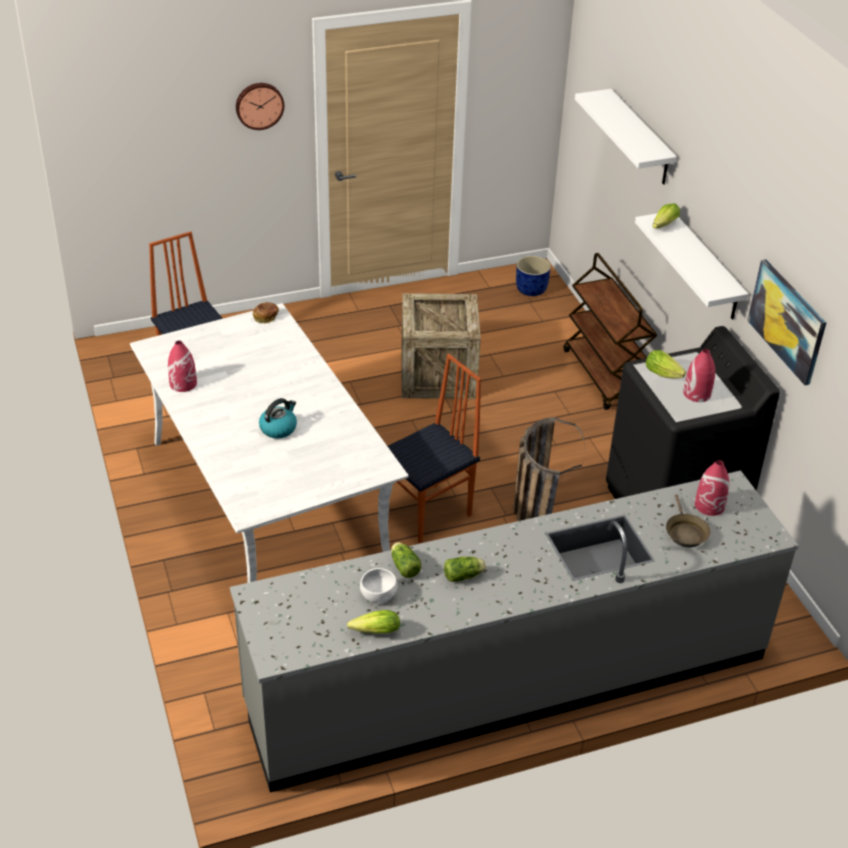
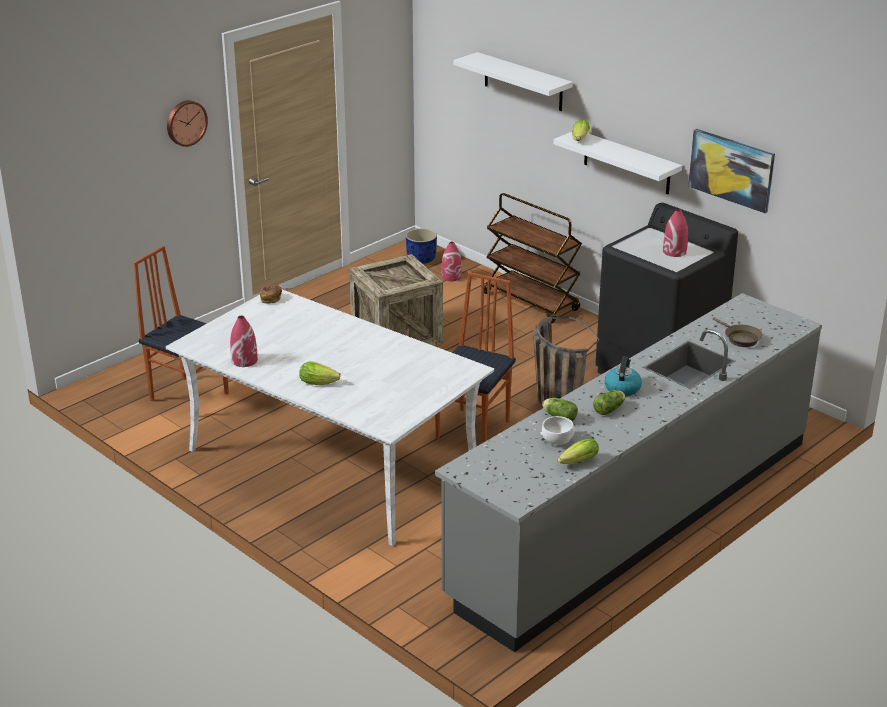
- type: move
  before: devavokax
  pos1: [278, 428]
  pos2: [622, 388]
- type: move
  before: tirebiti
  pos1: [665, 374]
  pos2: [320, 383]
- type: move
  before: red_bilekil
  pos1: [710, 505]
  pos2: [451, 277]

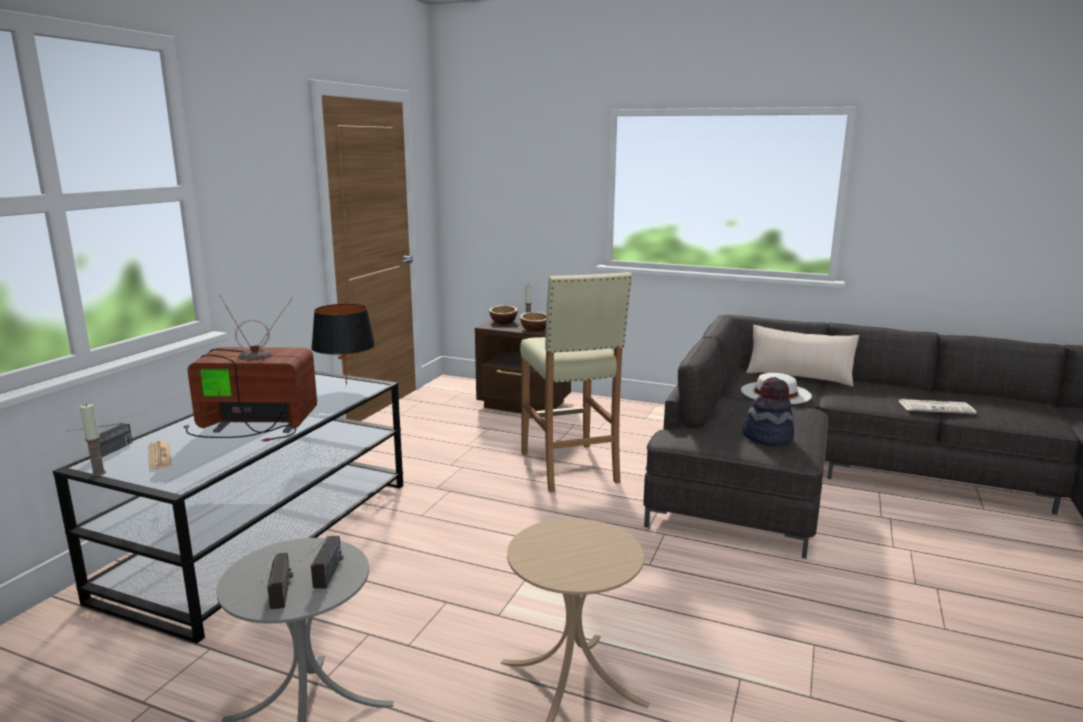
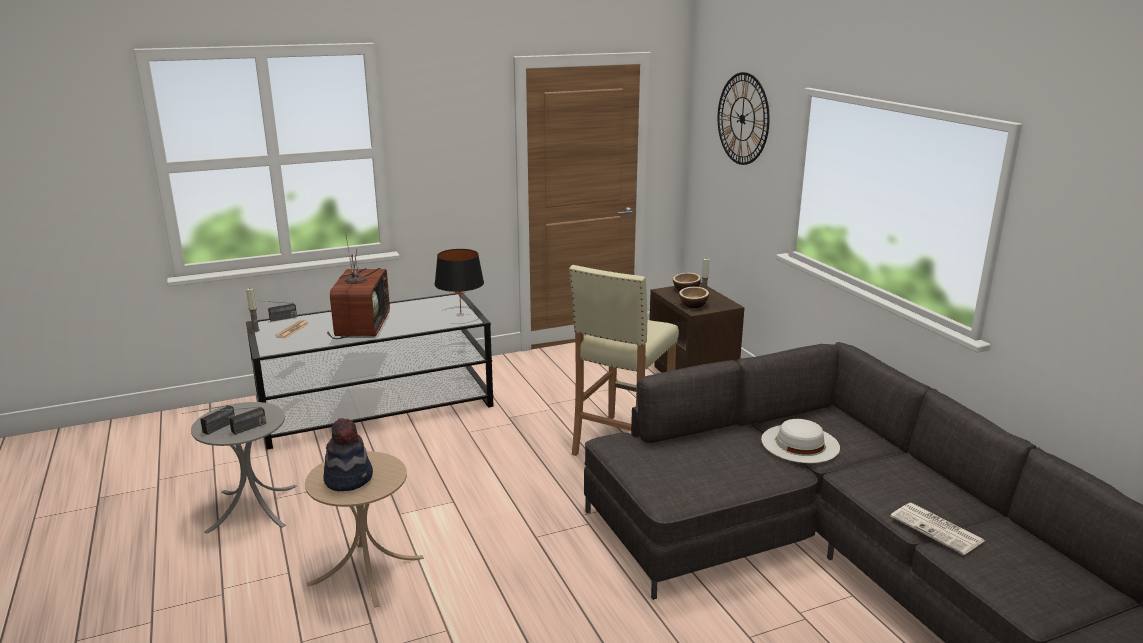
- type: delete
  before: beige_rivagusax
  pos1: [799, 376]
- type: insert
  after: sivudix
  pos2: [742, 119]
- type: move
  before: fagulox
  pos1: [767, 437]
  pos2: [349, 478]
- type: rotate
  before: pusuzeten
  pos1: [254, 425]
  pos2: [361, 326]
  turn: 45

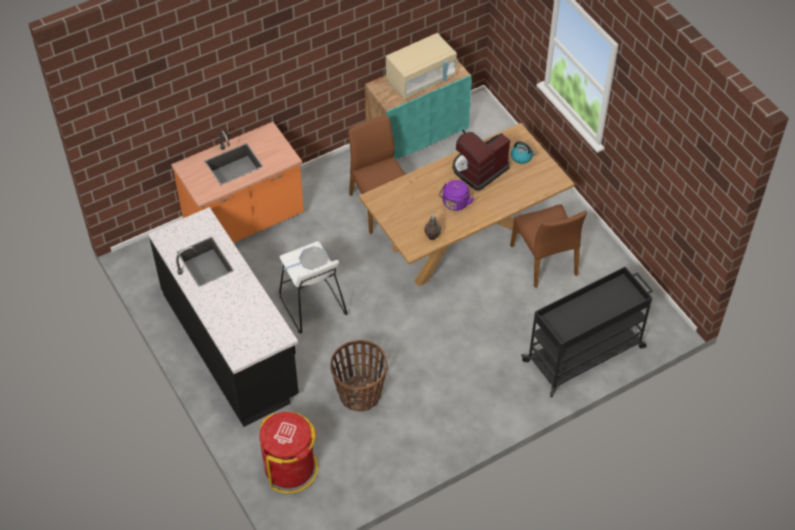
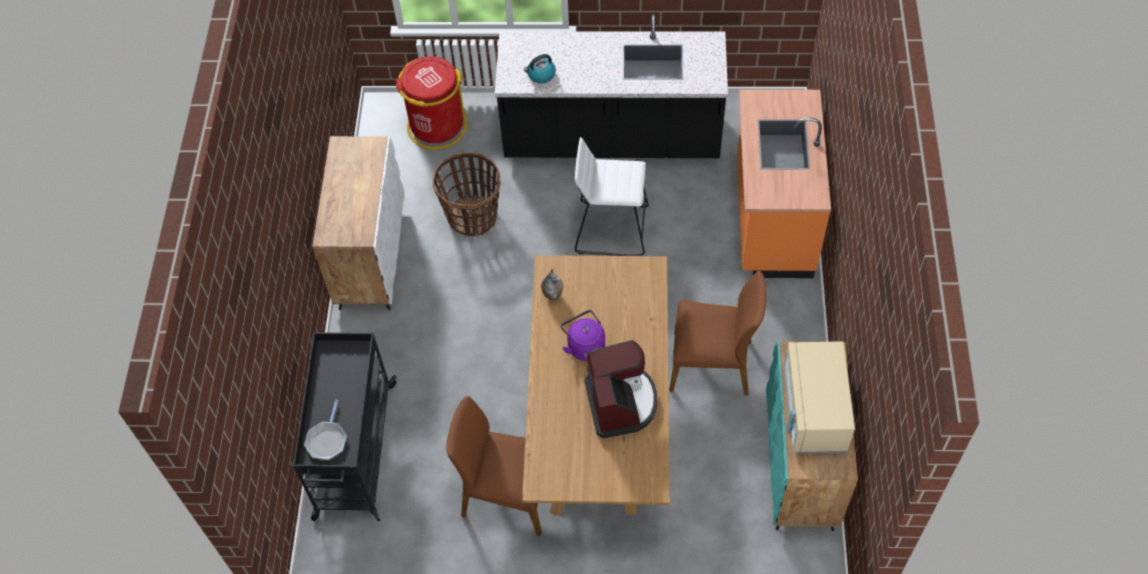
- type: insert
  after: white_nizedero
  pos2: [371, 256]
- type: move
  before: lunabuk
  pos1: [311, 261]
  pos2: [327, 440]
- type: move
  before: devavokax
  pos1: [522, 157]
  pos2: [541, 75]

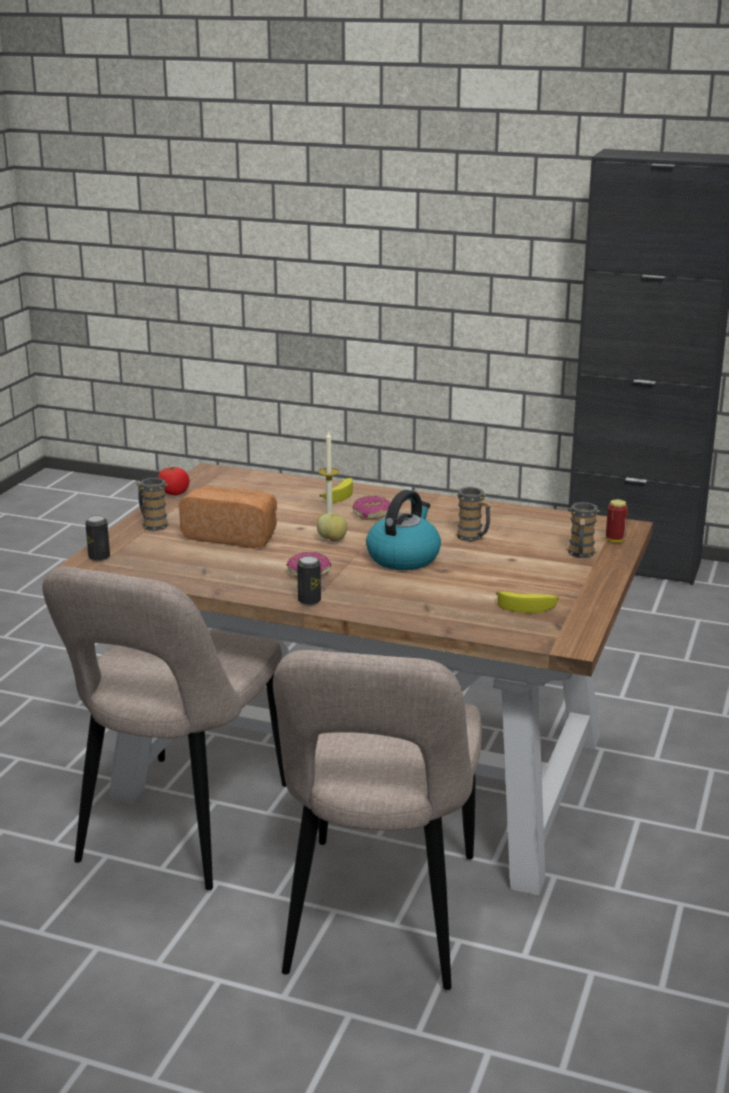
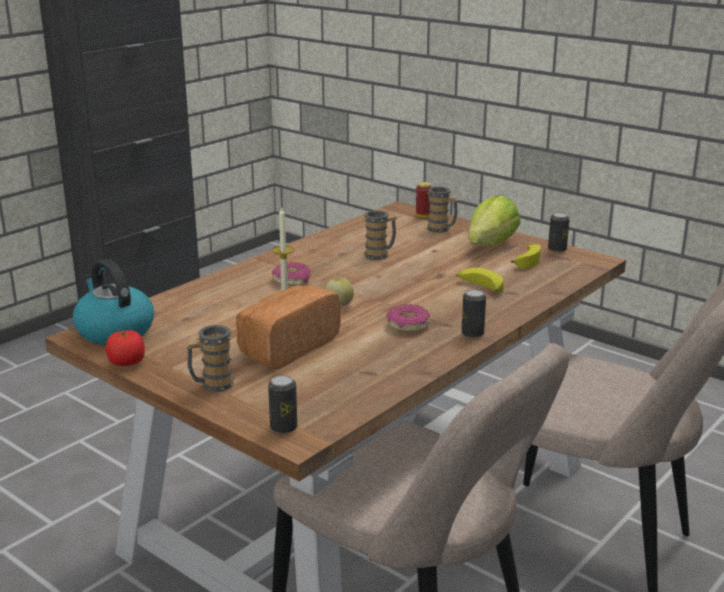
- type: insert
  after: tirebiti
  pos2: [490, 245]
- type: insert
  after: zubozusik
  pos2: [557, 249]
- type: move
  before: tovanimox
  pos1: [338, 494]
  pos2: [479, 287]
- type: move
  before: devavokax
  pos1: [403, 557]
  pos2: [114, 330]

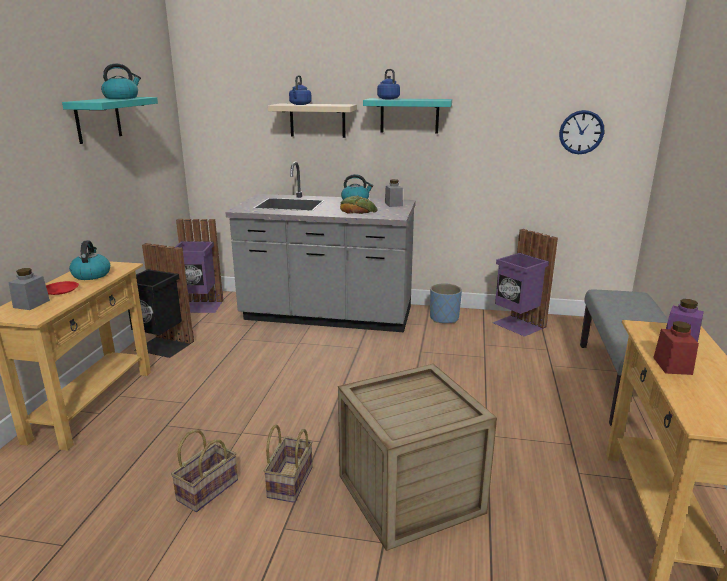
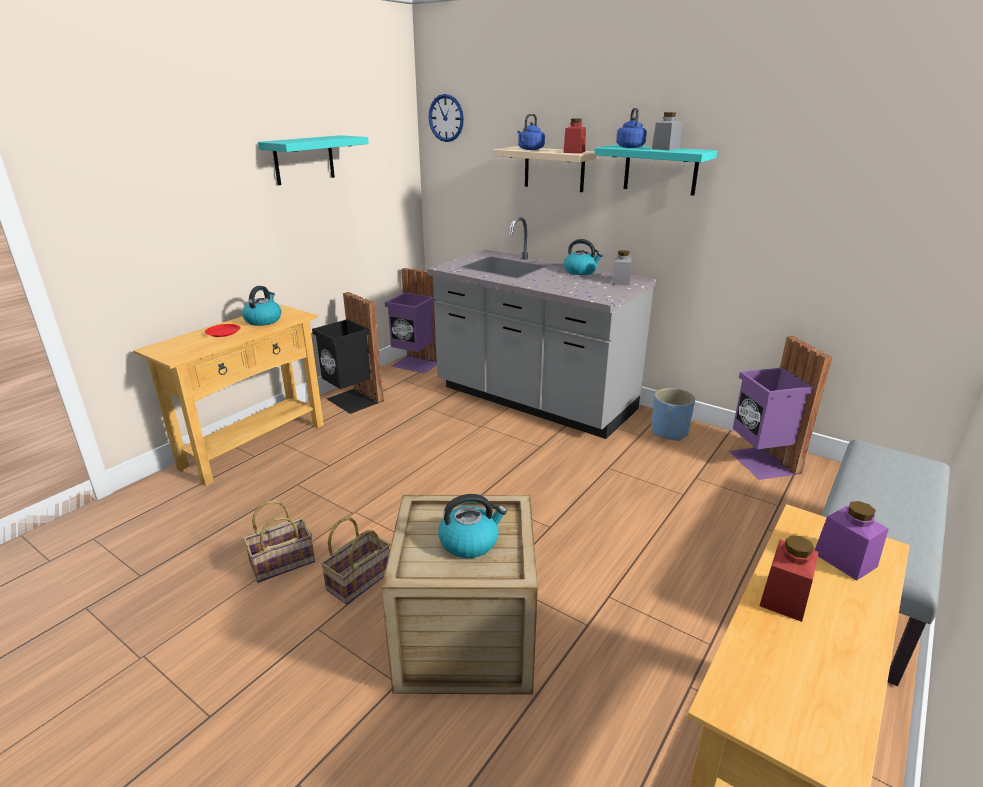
- type: delete
  before: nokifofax
  pos1: [358, 210]
- type: insert
  after: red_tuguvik
  pos2: [574, 152]
- type: move
  before: grey_tuguvik
  pos1: [31, 304]
  pos2: [665, 148]
- type: move
  before: devavokax
  pos1: [122, 98]
  pos2: [470, 542]
- type: move
  before: sivudix
  pos1: [581, 132]
  pos2: [446, 118]

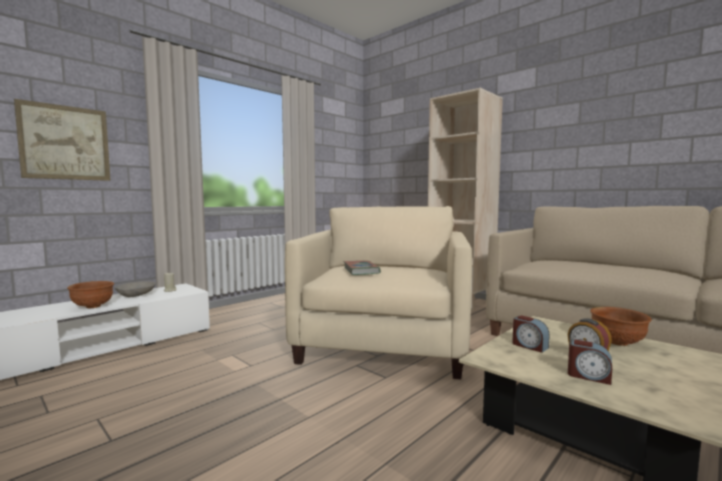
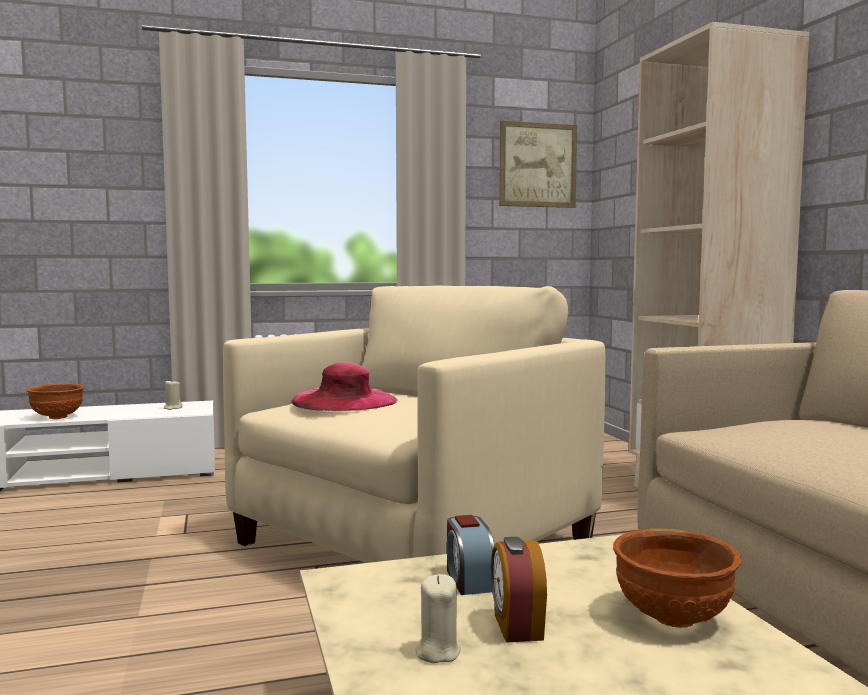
- type: delete
  before: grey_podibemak
  pos1: [136, 295]
- type: move
  before: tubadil
  pos1: [65, 143]
  pos2: [537, 165]
- type: replace
  before: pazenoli
  after: pink_fagulox
  pos1: [361, 270]
  pos2: [344, 400]
- type: replace
  before: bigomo
  after: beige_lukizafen
  pos1: [588, 376]
  pos2: [437, 652]

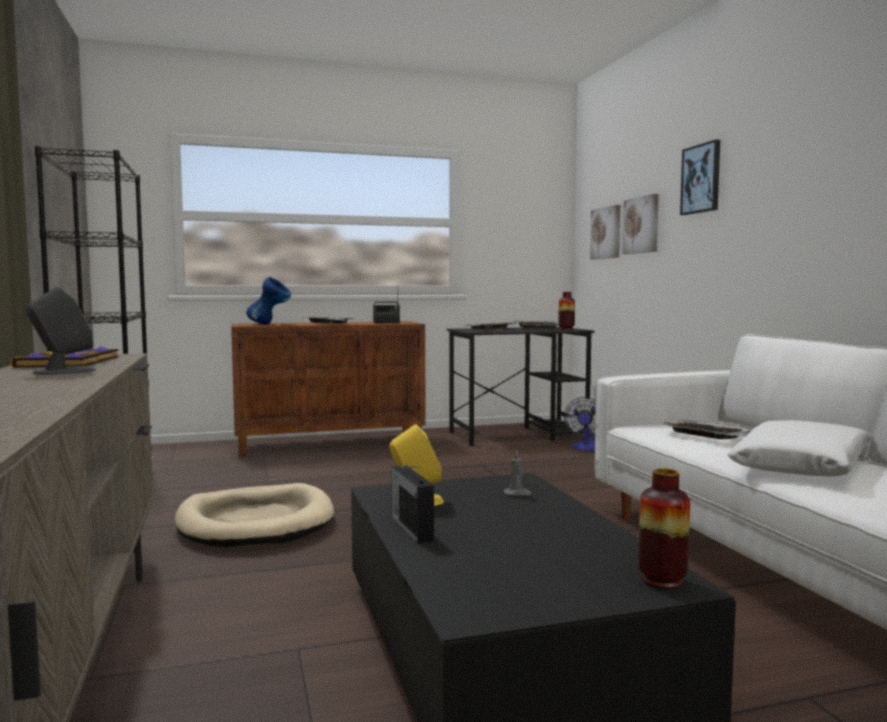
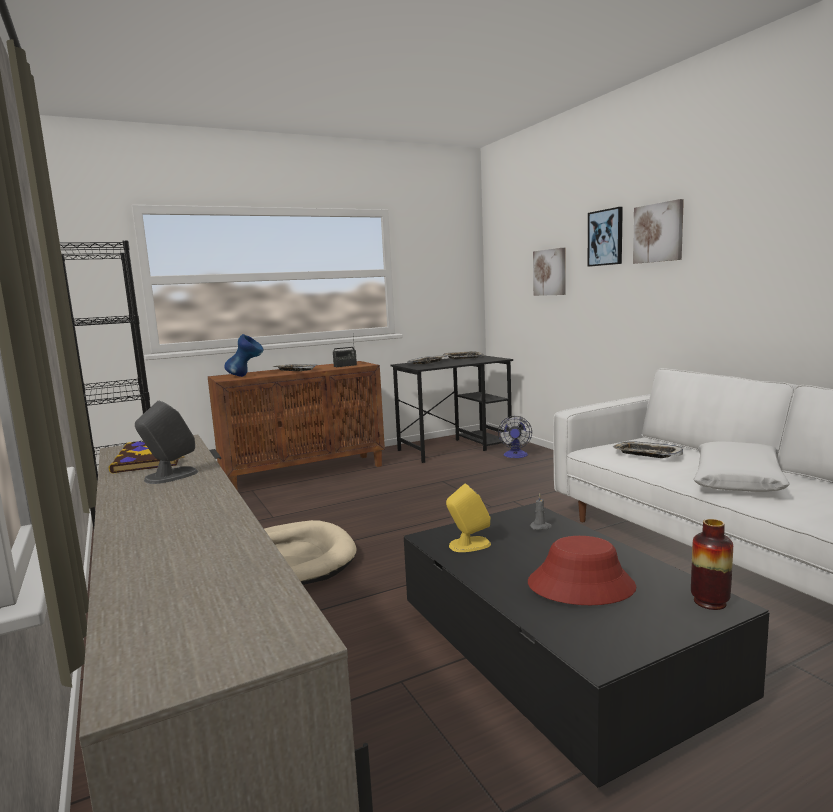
- type: delete
  before: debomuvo
  pos1: [411, 528]
- type: delete
  before: bilekil
  pos1: [566, 329]
- type: insert
  after: red_fagulox
  pos2: [581, 585]
- type: move
  before: tubadil
  pos1: [606, 233]
  pos2: [658, 232]

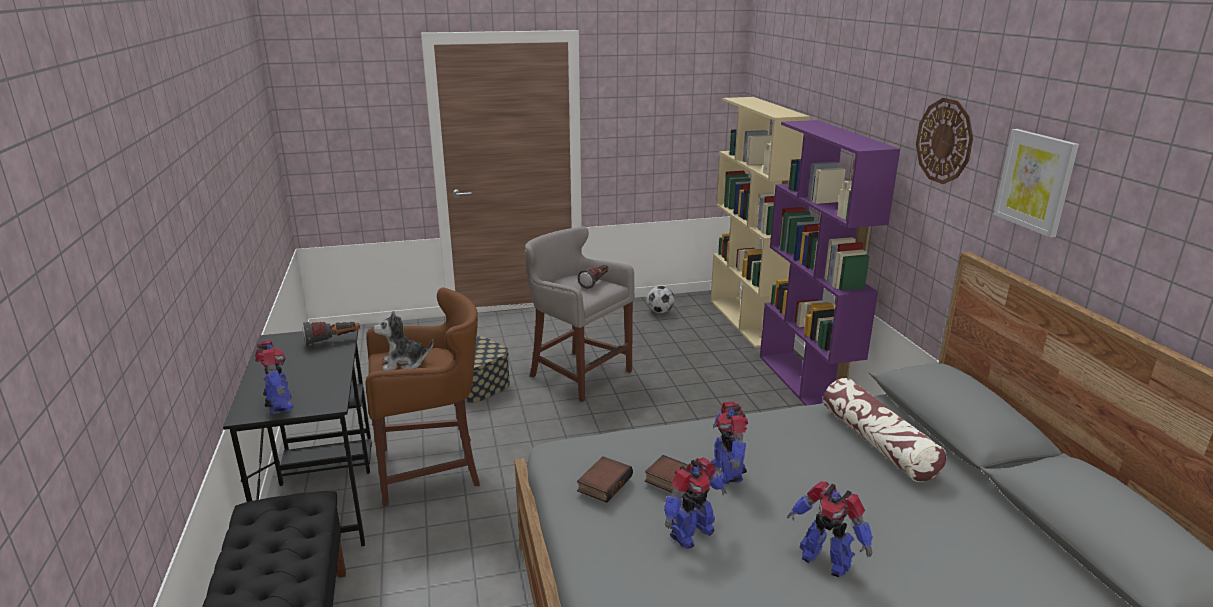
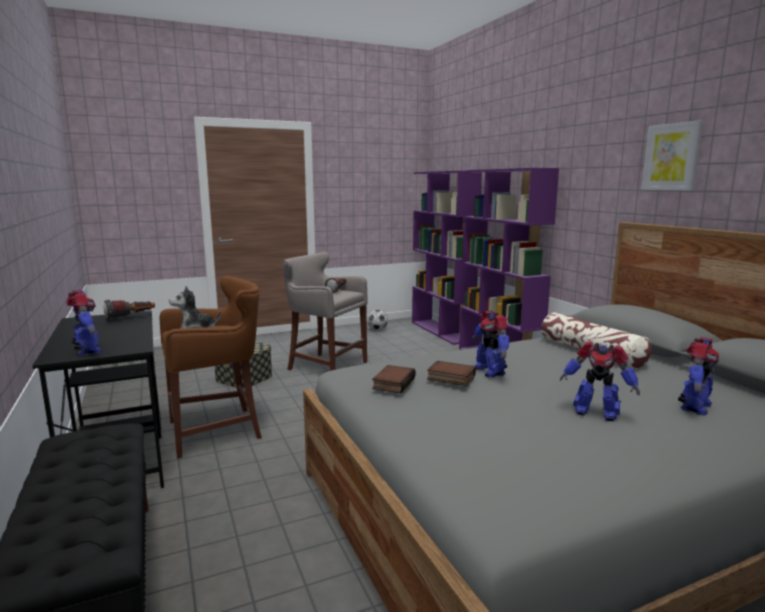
- type: delete
  before: sivudix
  pos1: [944, 141]
- type: move
  before: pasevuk
  pos1: [690, 534]
  pos2: [694, 407]
- type: recolor
  before: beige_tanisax
  after: purple_tanisax
  pos1: [746, 321]
  pos2: [442, 331]

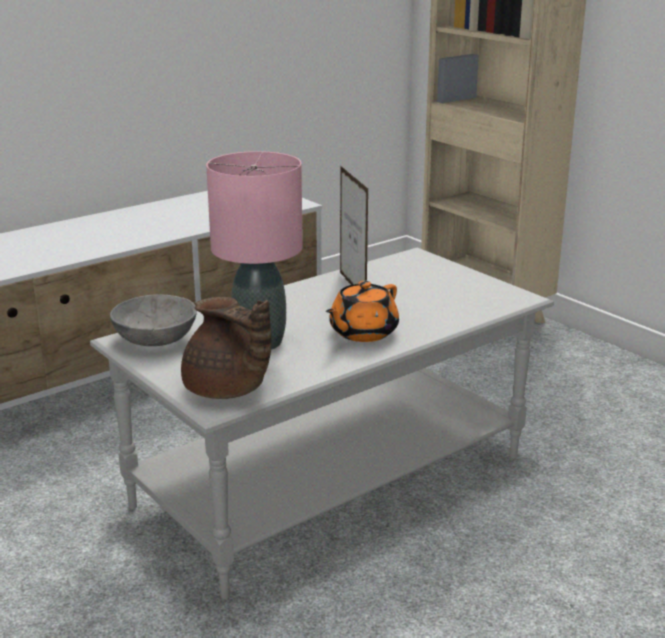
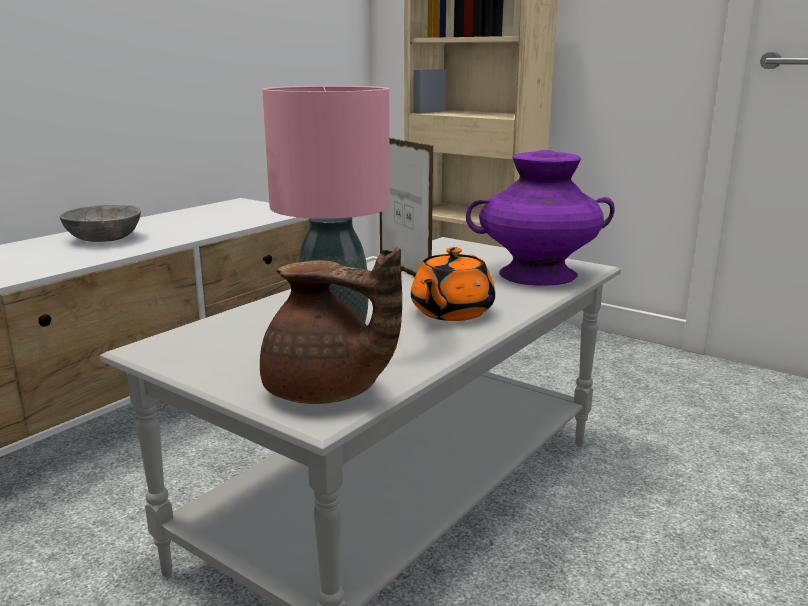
- type: insert
  after: purple_bilekil
  pos2: [537, 274]
- type: move
  before: grey_podibemak
  pos1: [155, 338]
  pos2: [103, 239]

